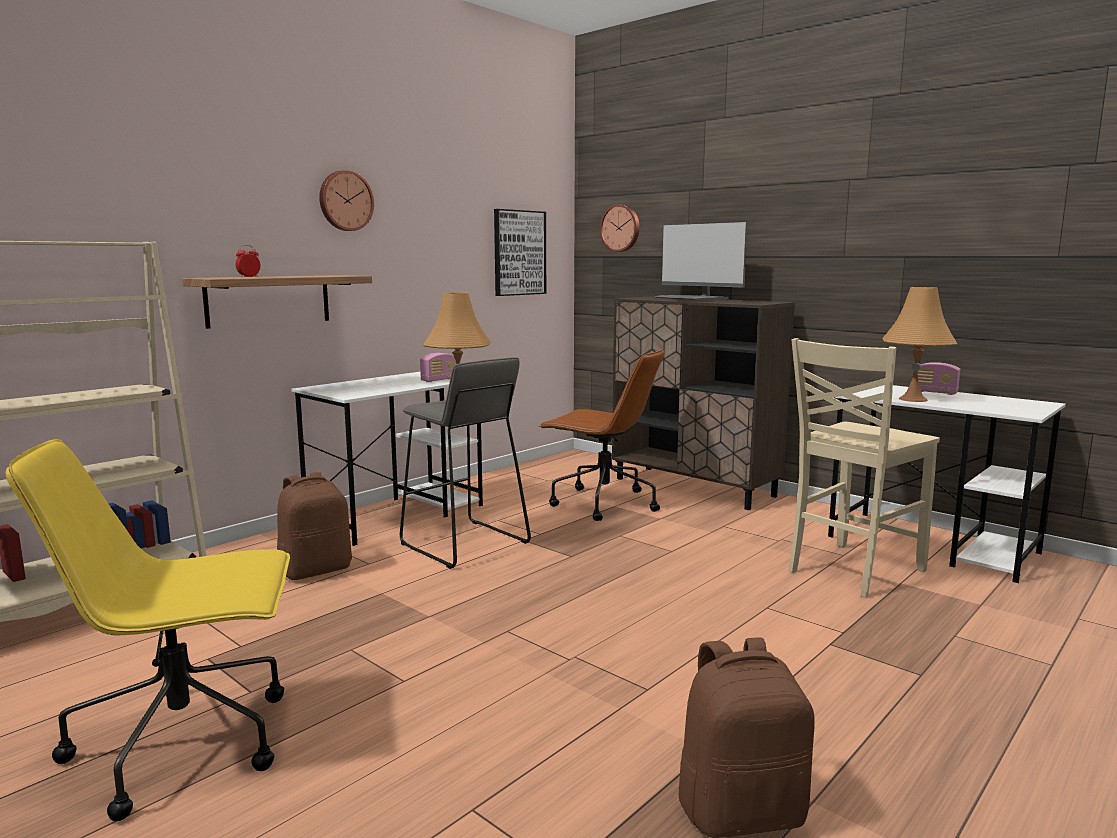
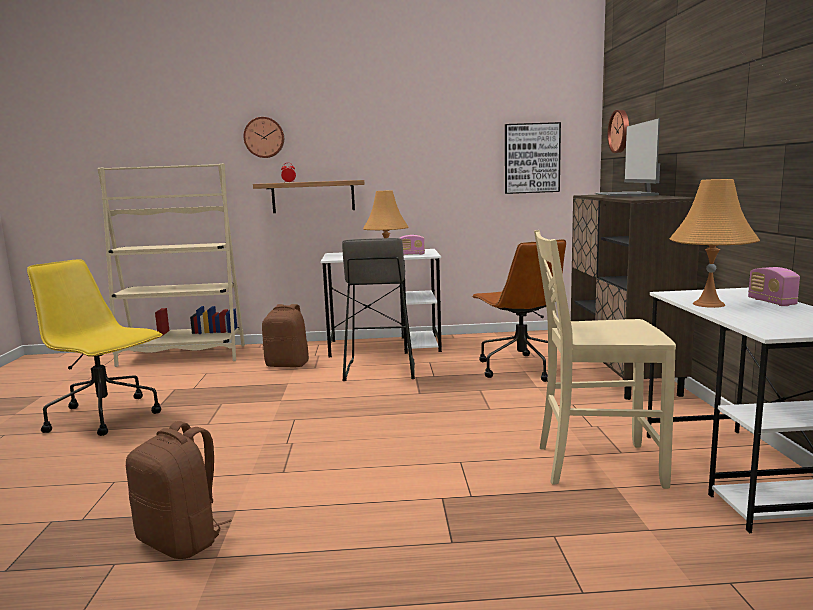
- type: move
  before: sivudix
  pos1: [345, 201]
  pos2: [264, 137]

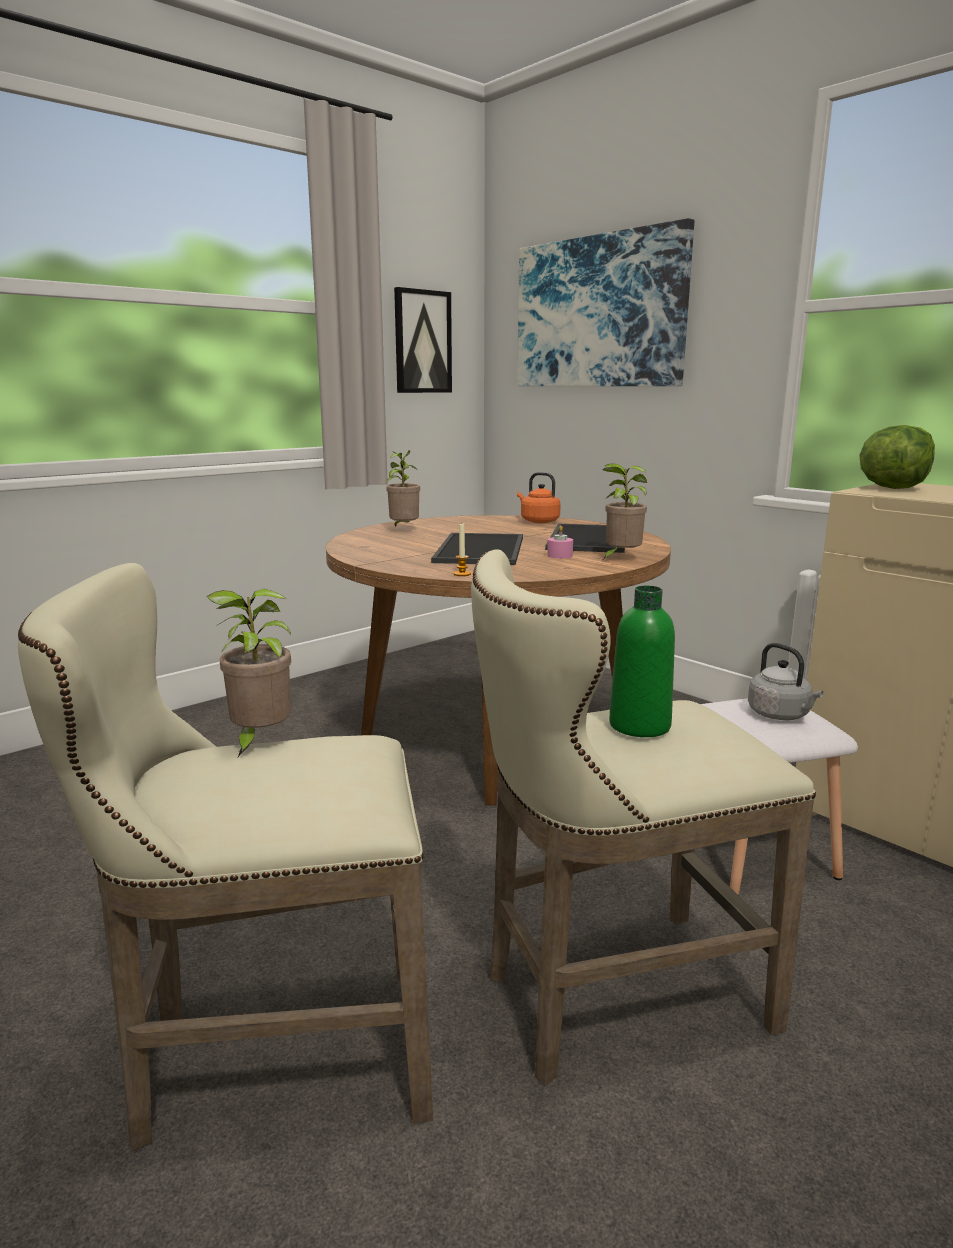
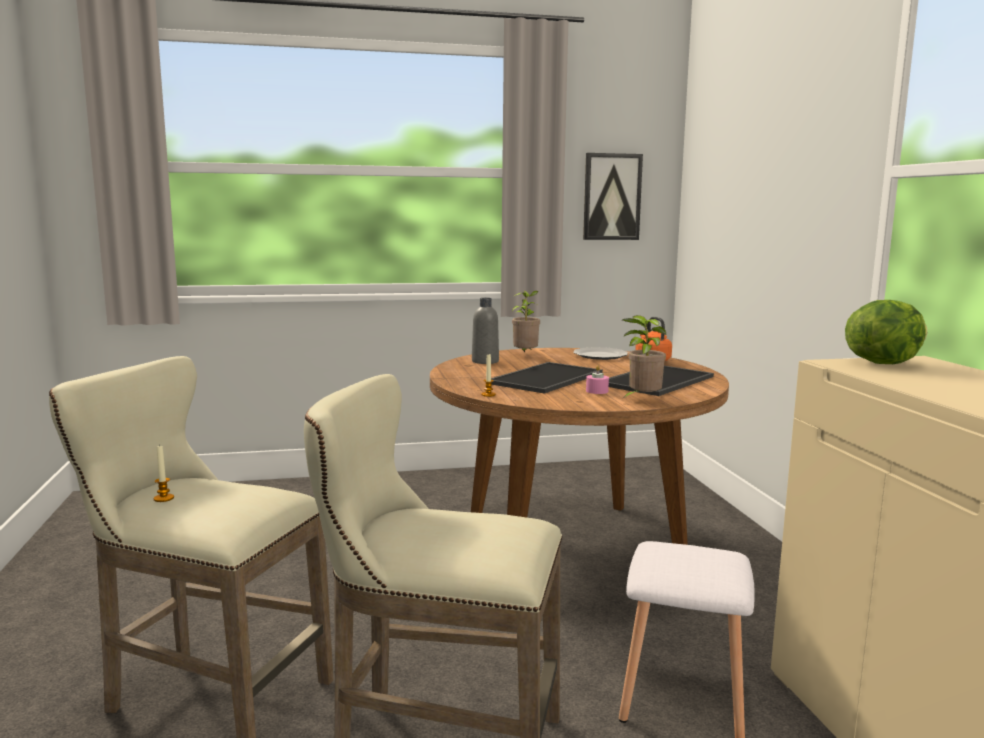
- type: delete
  before: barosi
  pos1: [259, 741]
- type: delete
  before: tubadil
  pos1: [598, 312]
- type: delete
  before: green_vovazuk
  pos1: [639, 726]
- type: delete
  before: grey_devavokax
  pos1: [780, 715]
- type: insert
  after: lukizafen
  pos2: [164, 498]
- type: insert
  after: grey_vovazuk
  pos2: [485, 361]
- type: insert
  after: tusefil
  pos2: [600, 355]

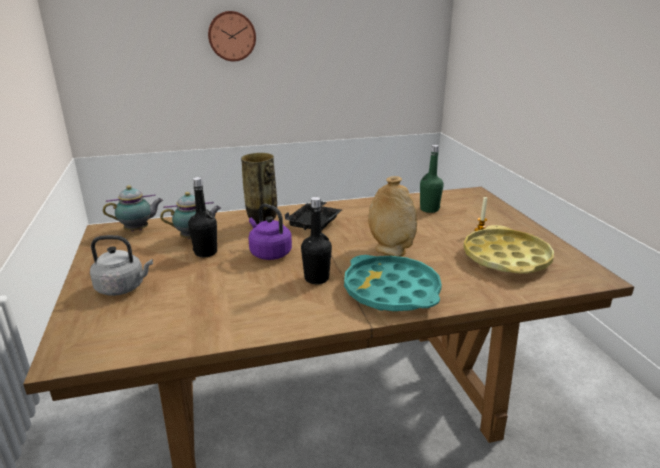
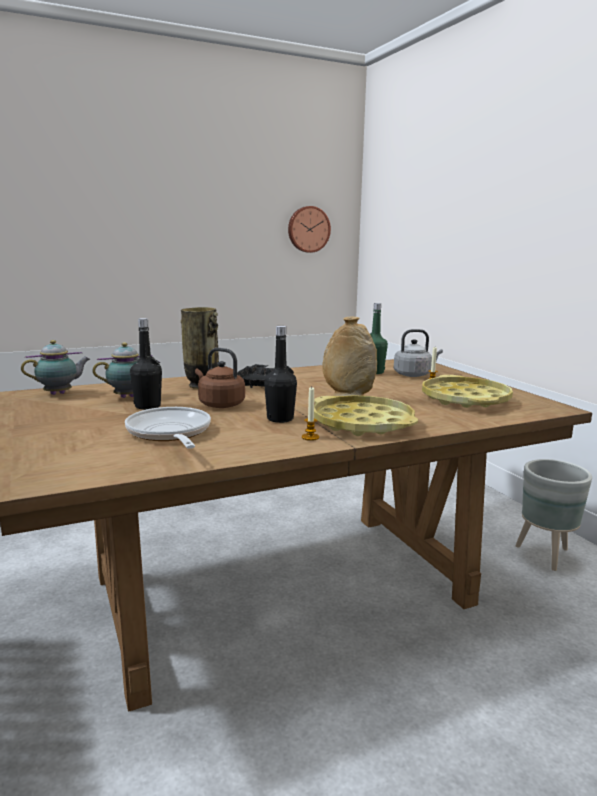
- type: insert
  after: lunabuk
  pos2: [169, 433]
- type: insert
  after: lukizafen
  pos2: [310, 437]
- type: insert
  after: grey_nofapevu
  pos2: [546, 555]
- type: move
  before: grey_devavokax
  pos1: [123, 288]
  pos2: [414, 375]
- type: move
  before: sivudix
  pos1: [231, 36]
  pos2: [308, 229]
- type: recolor
  before: purple_devavokax
  after: brown_devavokax
  pos1: [269, 253]
  pos2: [219, 404]
- type: recolor
  before: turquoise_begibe
  after: yellow_begibe
  pos1: [391, 291]
  pos2: [362, 424]

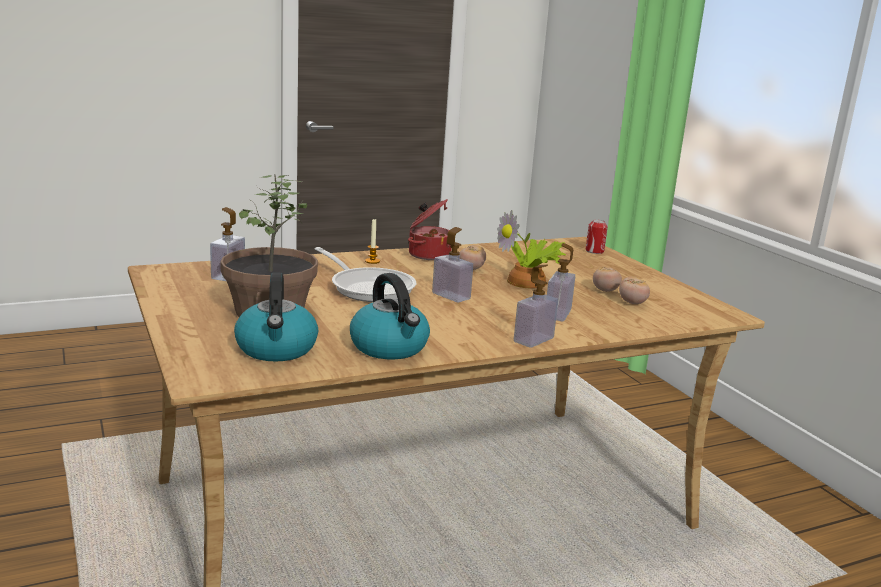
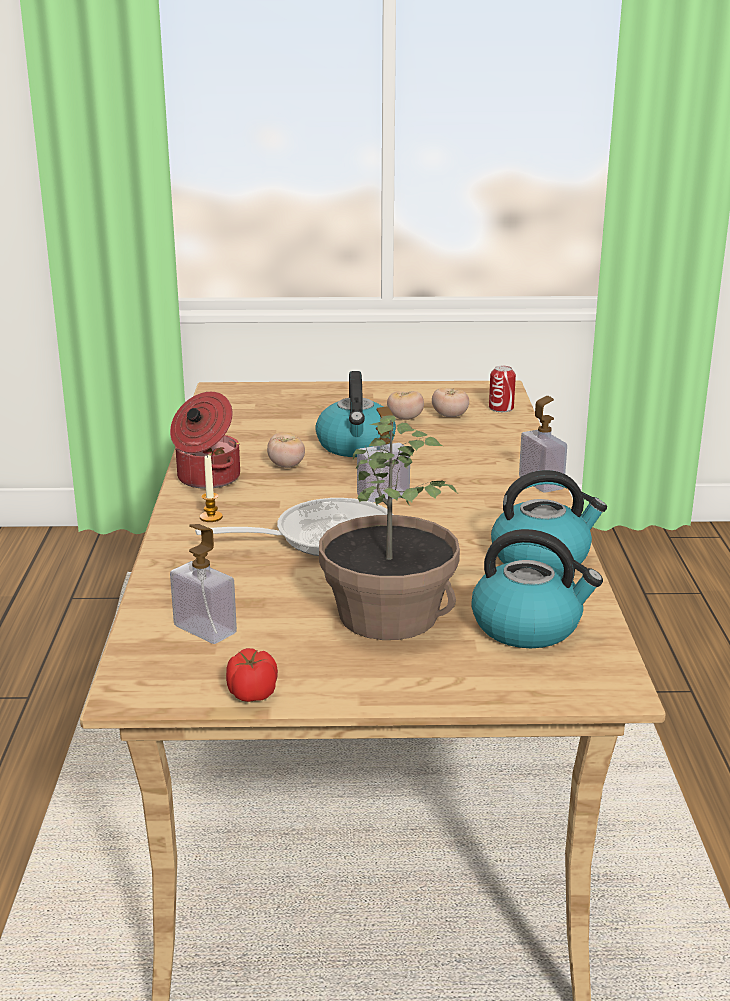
- type: delete
  before: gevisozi
  pos1: [557, 314]
- type: insert
  after: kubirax
  pos2: [251, 694]
- type: move
  before: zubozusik
  pos1: [594, 251]
  pos2: [501, 408]
- type: replace
  before: barosi
  after: devavokax
  pos1: [529, 282]
  pos2: [356, 446]

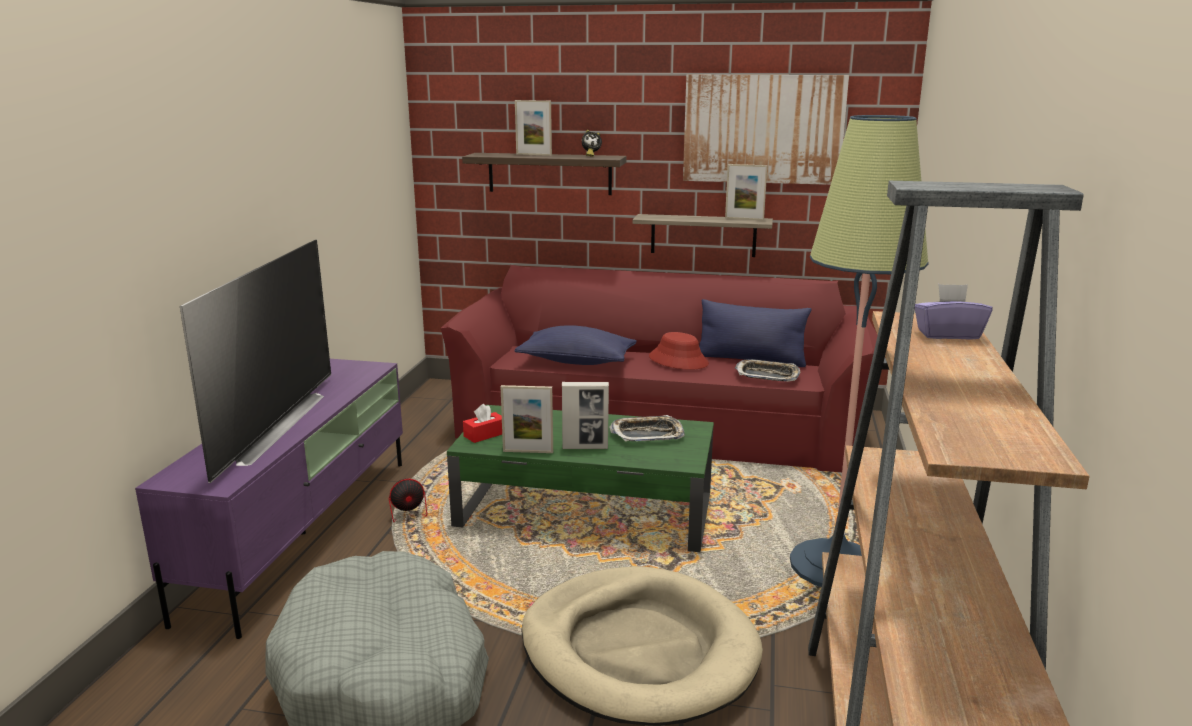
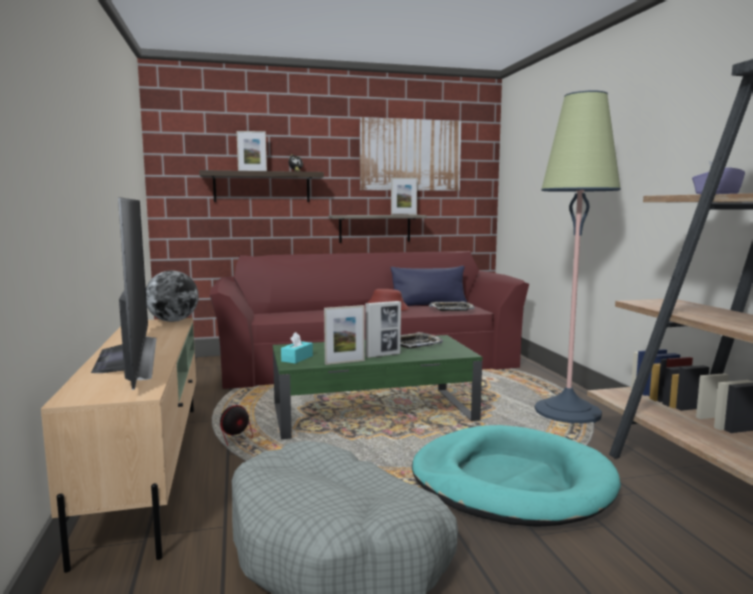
- type: delete
  before: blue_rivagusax
  pos1: [576, 361]
- type: insert
  after: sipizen
  pos2: [173, 321]
- type: recolor
  before: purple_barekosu
  after: beige_barekosu
  pos1: [305, 532]
  pos2: [148, 468]
- type: recolor
  before: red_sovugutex
  after: turquoise_sovugutex
  pos1: [485, 434]
  pos2: [297, 358]
- type: recolor
  before: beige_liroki
  after: turquoise_liroki
  pos1: [638, 651]
  pos2: [511, 482]

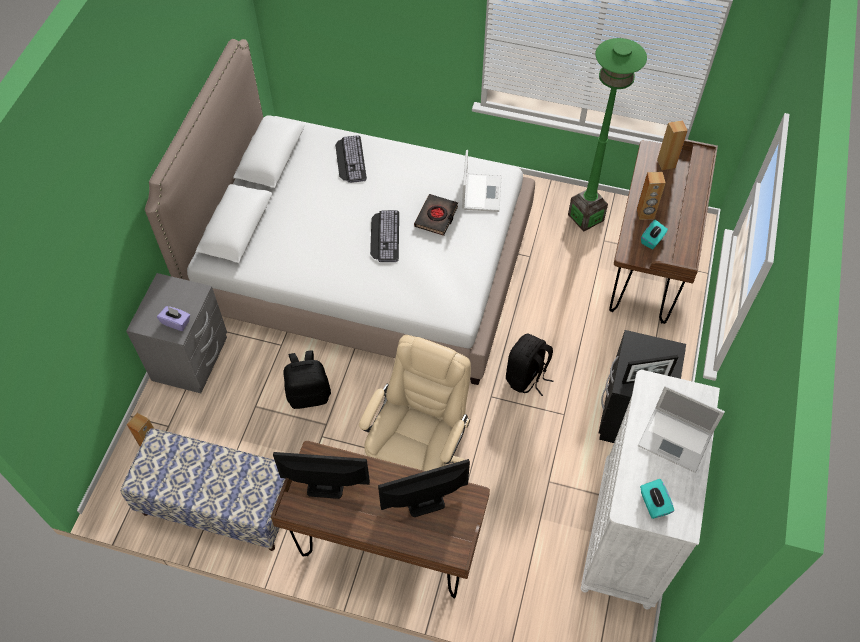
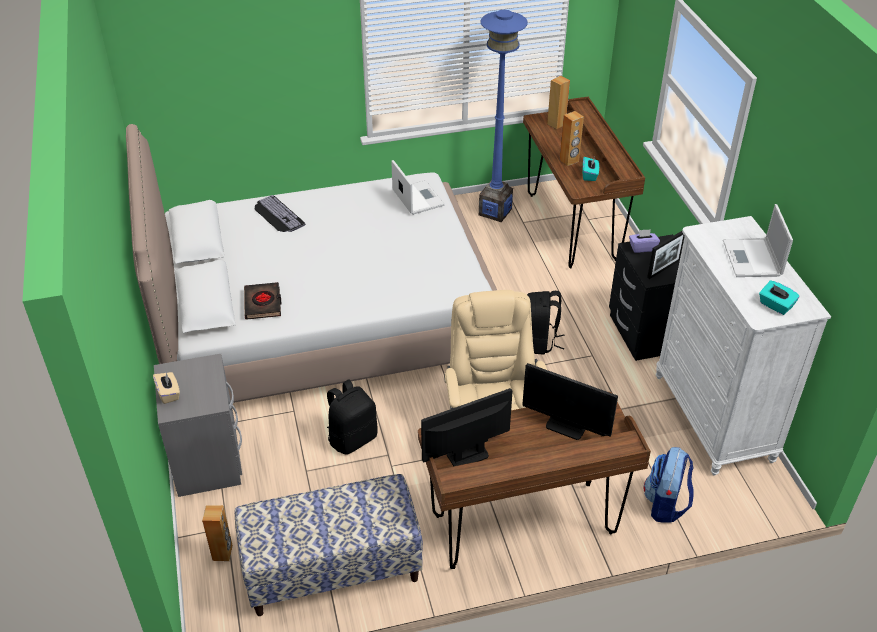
- type: delete
  before: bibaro
  pos1: [384, 235]
- type: insert
  after: beige_sovugutex
  pos2: [168, 393]
- type: insert
  after: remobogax
  pos2: [665, 504]
- type: move
  before: purple_sovugutex
  pos1: [176, 322]
  pos2: [642, 248]
- type: move
  before: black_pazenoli
  pos1: [436, 217]
  pos2: [263, 304]
- type: recolor
  before: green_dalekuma
  after: blue_dalekuma
  pos1: [585, 217]
  pos2: [495, 212]
- type: rotate
  before: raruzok
  pos1: [425, 502]
  pos2: [566, 426]
  turn: -105
- type: rotate
  before: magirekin
  pos1: [676, 440]
  pos2: [752, 259]
  turn: 90

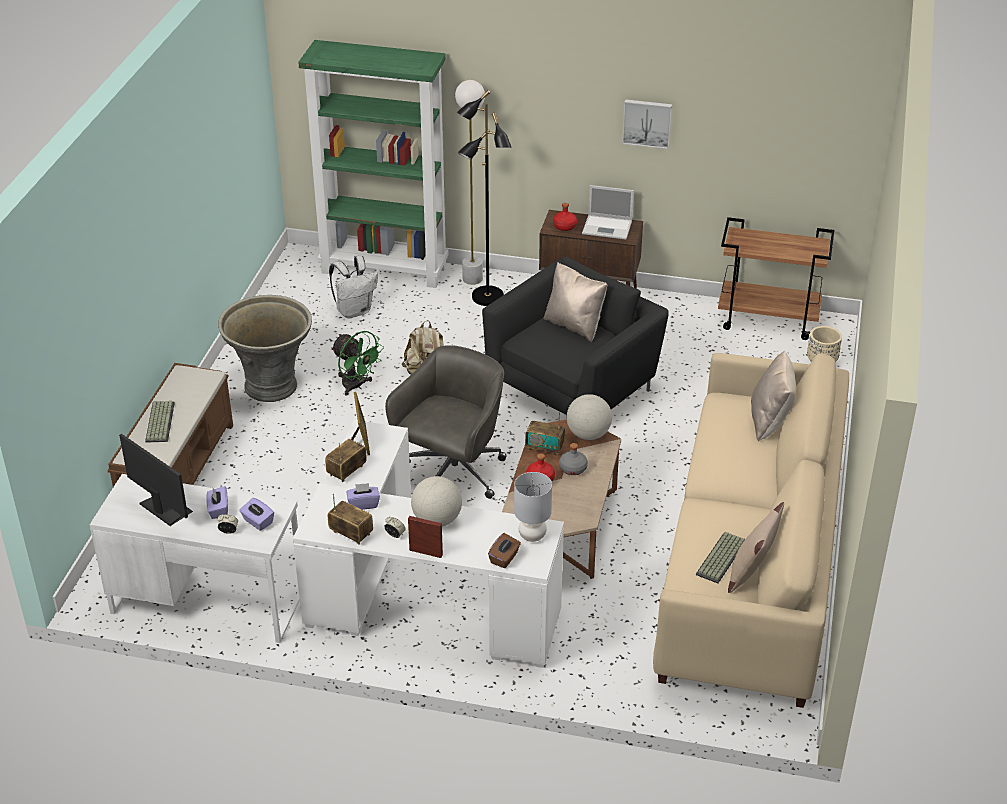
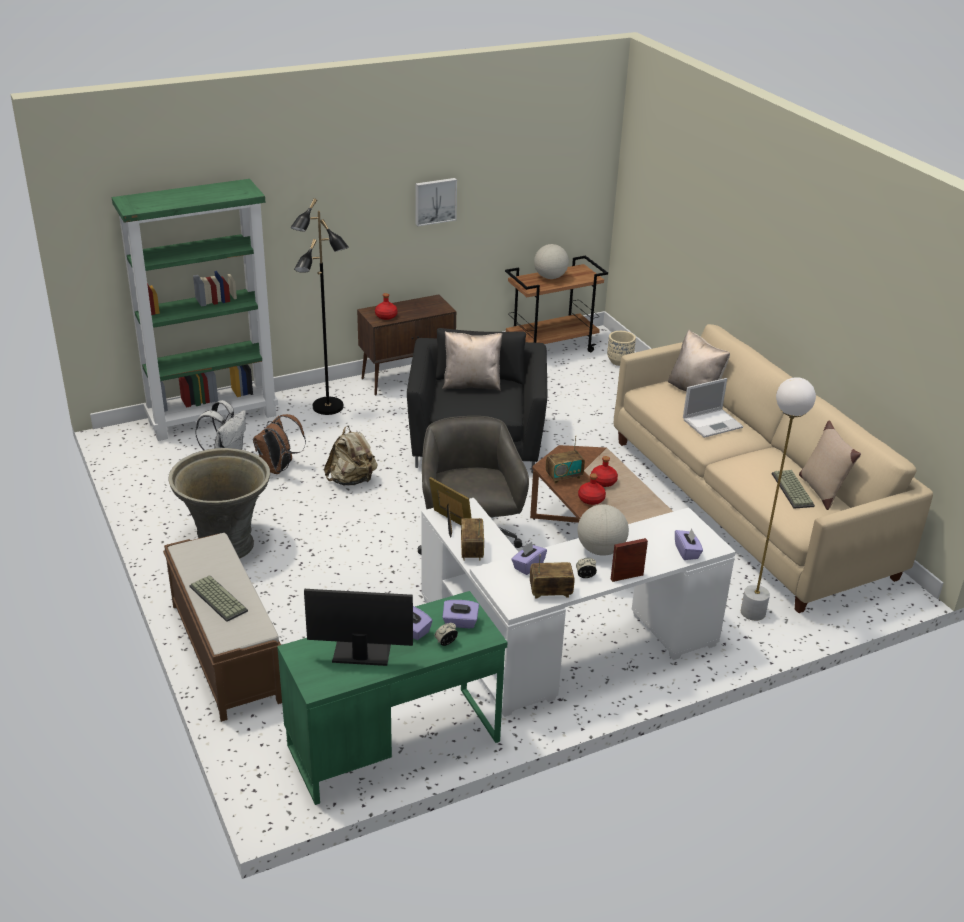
- type: delete
  before: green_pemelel
  pos1: [356, 386]
- type: delete
  before: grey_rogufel
  pos1: [532, 535]
- type: insert
  after: brown_remobogax
  pos2: [278, 469]
- type: move
  before: white_dalekuma
  pos1: [472, 279]
  pos2: [752, 612]
- type: move
  before: sipizen
  pos1: [588, 434]
  pos2: [550, 277]
- type: move
  before: magirekin
  pos1: [608, 227]
  pos2: [713, 423]
- type: recolor
  before: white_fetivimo
  after: green_fetivimo
  pos1: [208, 601]
  pos2: [393, 743]
- type: recolor
  before: brown_sovugutex
  after: purple_sovugutex
  pos1: [504, 558]
  pos2: [687, 552]
- type: recolor
  before: grey_vovazuk
  after: red_vovazuk
  pos1: [573, 469]
  pos2: [603, 482]

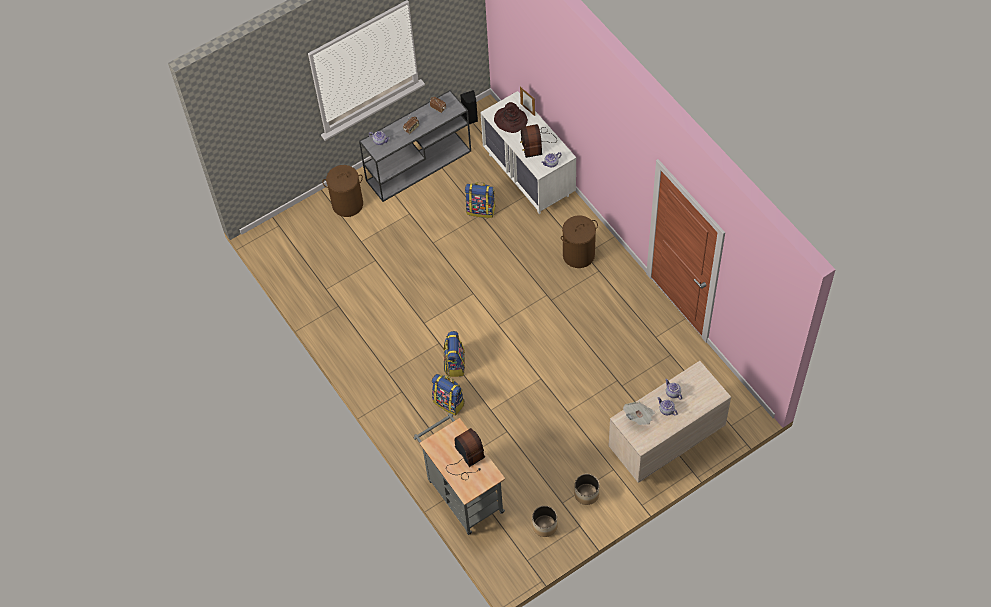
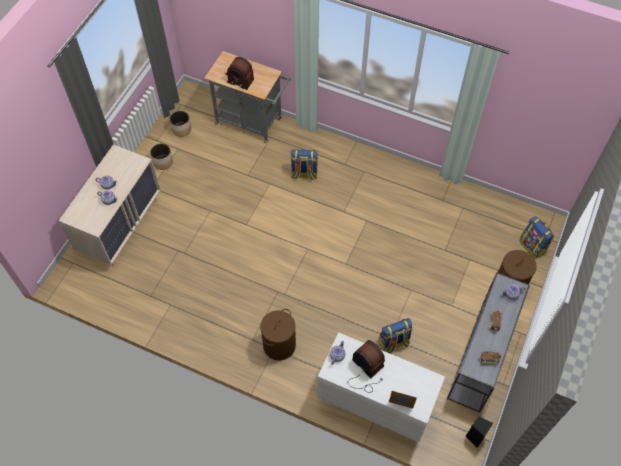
- type: delete
  before: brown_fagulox
  pos1: [510, 120]
- type: delete
  before: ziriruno
  pos1: [639, 417]
- type: move
  before: remobogax
  pos1: [454, 364]
  pos2: [533, 246]

